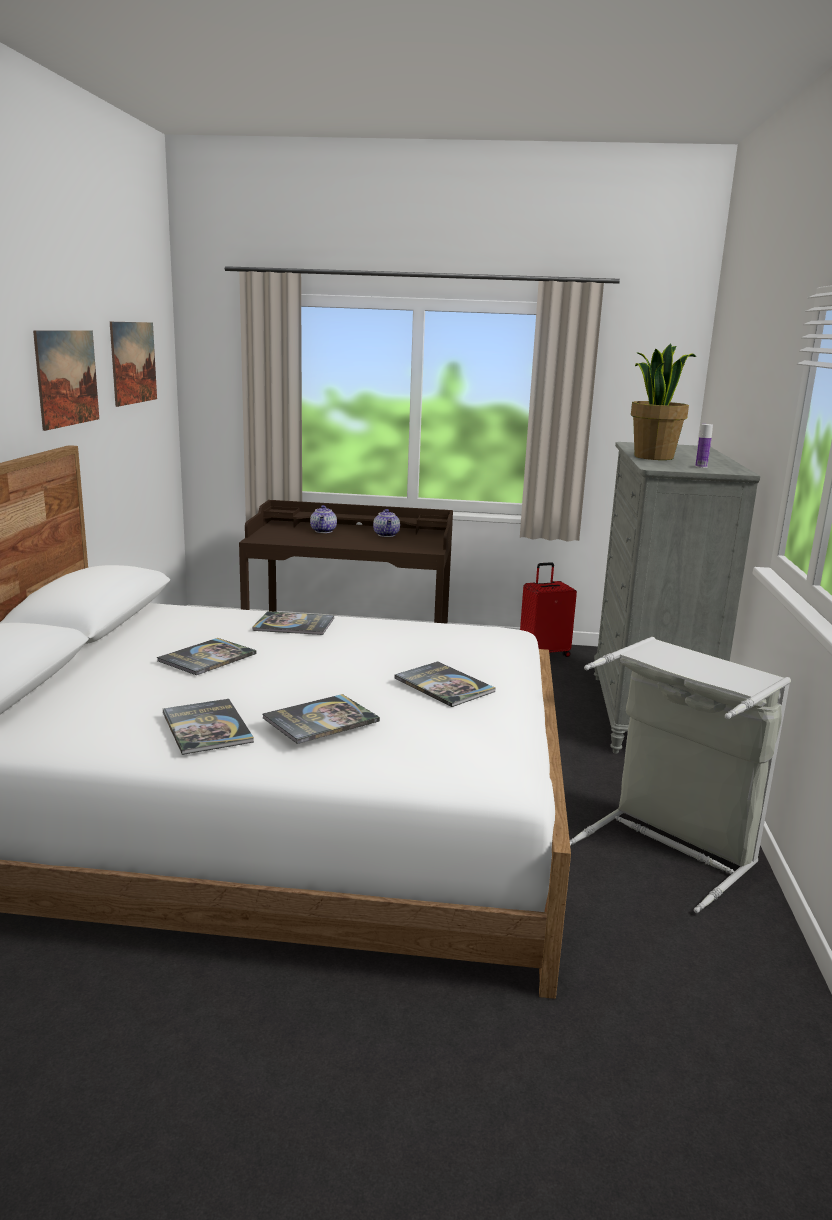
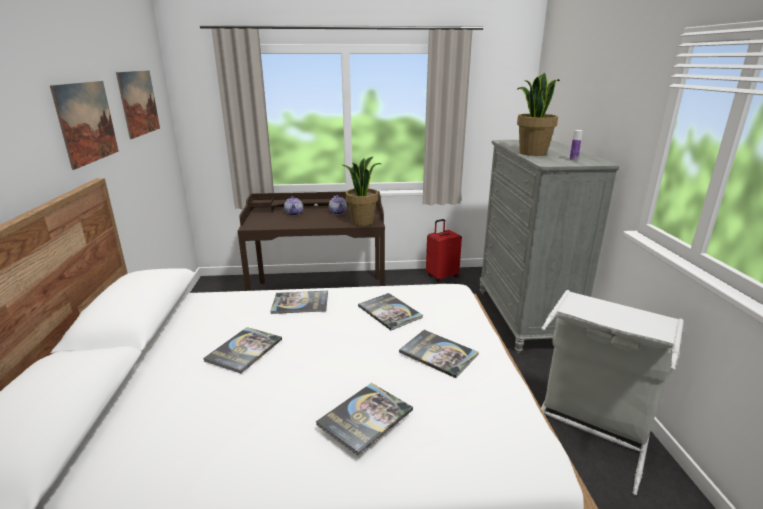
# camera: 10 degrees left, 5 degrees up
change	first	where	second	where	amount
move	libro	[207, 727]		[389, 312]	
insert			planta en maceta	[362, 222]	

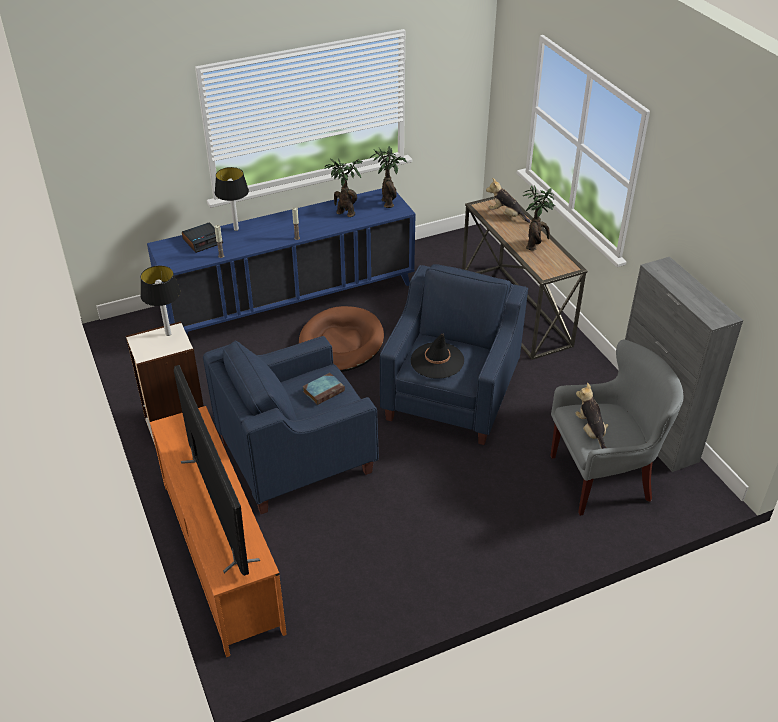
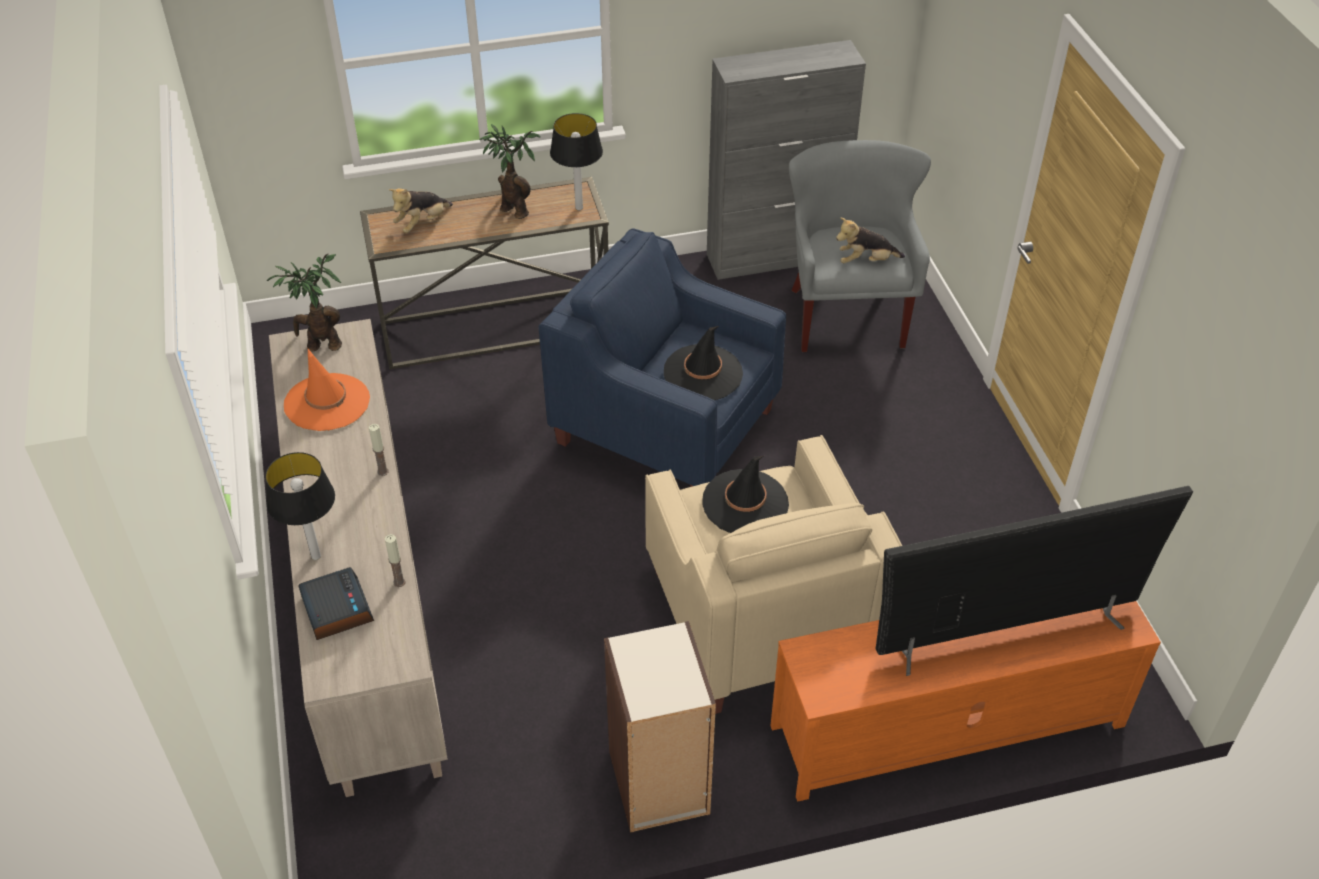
# camera: 80 degrees left, 5 degrees up
change	first	where	second	where	amount
replace	planta en maceta	[344, 212]	sombrero (naranja)	[327, 402]	
recolor	armario (azul)	[290, 301]	armario (beis)	[366, 596]	
move	lámpara de mesa	[168, 334]		[578, 208]	
delete	cama para perro (marrón)	[341, 343]			
recolor	sillón (azul)	[296, 456]	sillón (beis)	[760, 619]	
replace	libro	[324, 390]	sombrero (negro)	[745, 503]	

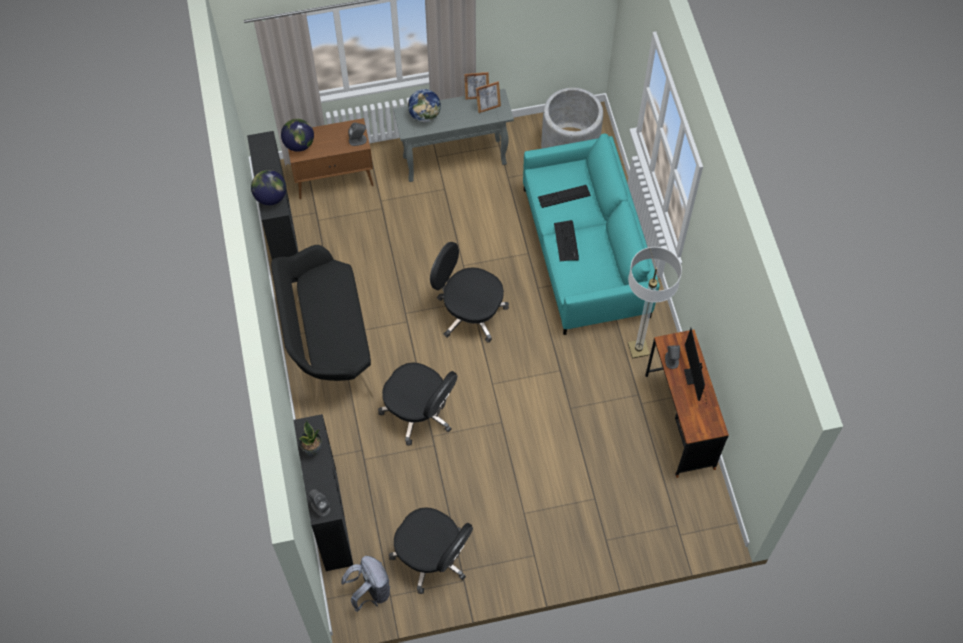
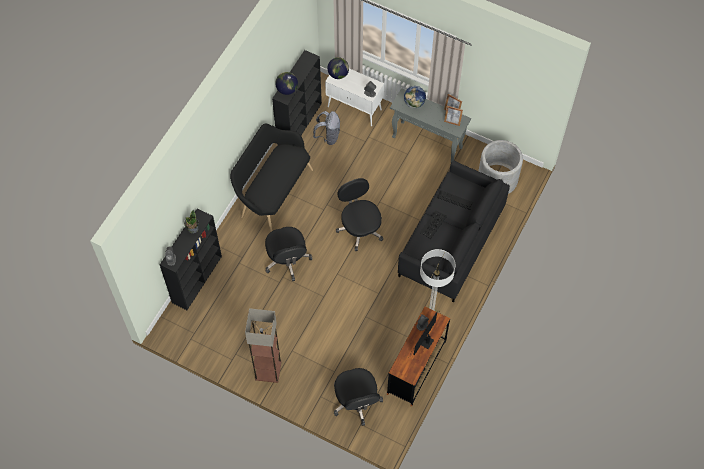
# camera: 40 degrees right, 0 degrees up
change	first	where	second	where	amount
recolor	armario (marrón)	[334, 179]	armario (blanco)	[355, 108]	
recolor	sofá (turquesa)	[585, 252]	sofá (negro)	[451, 241]	
move	silla de oficina (negro)	[432, 557]		[356, 401]	
move	mochila (gris)	[370, 591]		[328, 136]	
insert			lámpara de pie	[267, 370]	

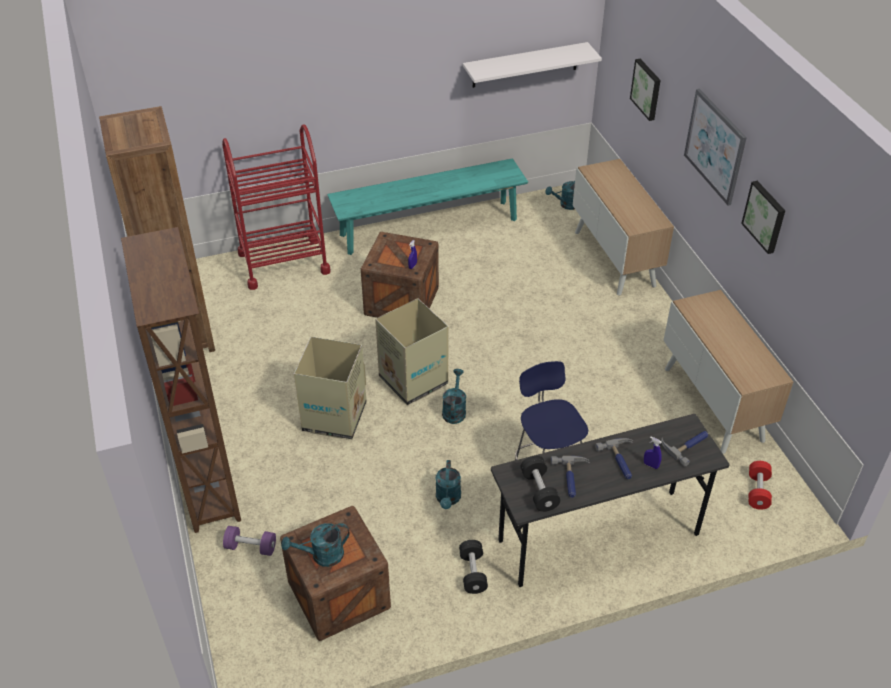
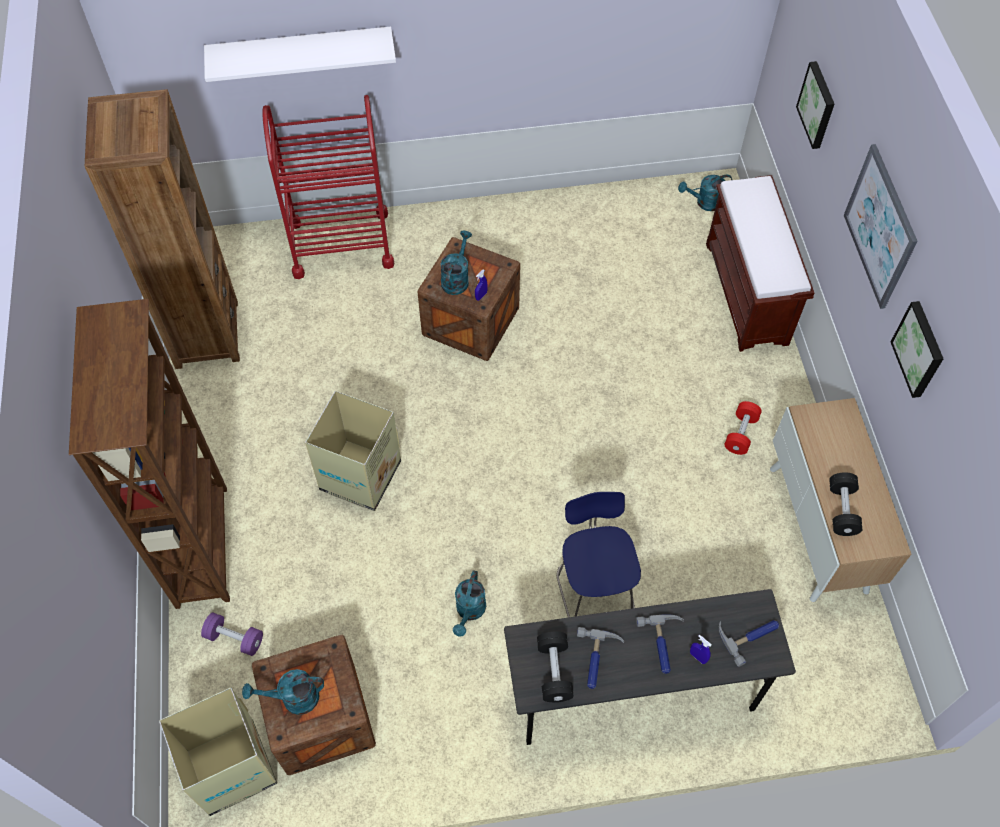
# camera: 10 degrees right, 15 degrees up
change	first	where	second	where	amount
move	estante (blanco)	[525, 65]		[301, 51]	
delete	banco (turquesa)	[429, 227]			
replace	armario	[615, 258]	banco (marrón)	[747, 294]	
move	caja de cartón	[414, 381]		[232, 769]	
move	regadera (turquesa)	[454, 410]		[456, 278]	
move	mancuerna (rojo)	[757, 491]		[740, 433]	
move	mancuerna (negro)	[473, 573]		[842, 510]	

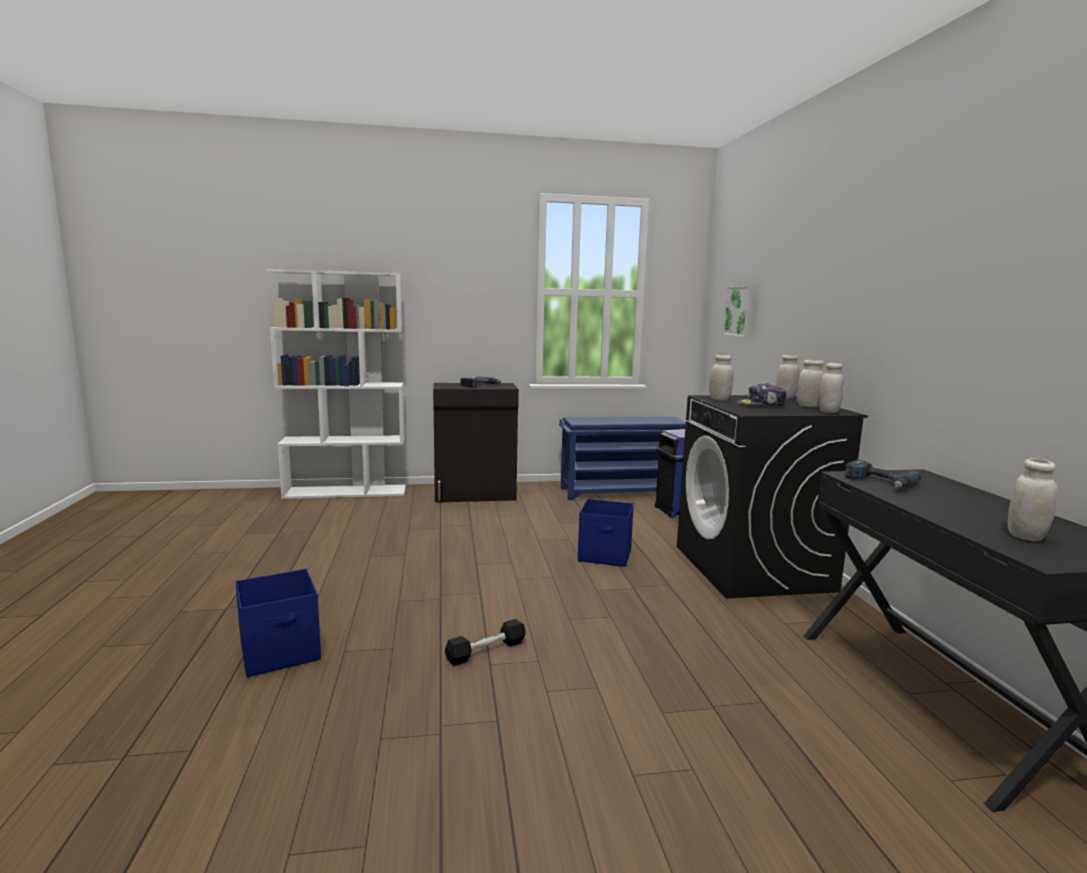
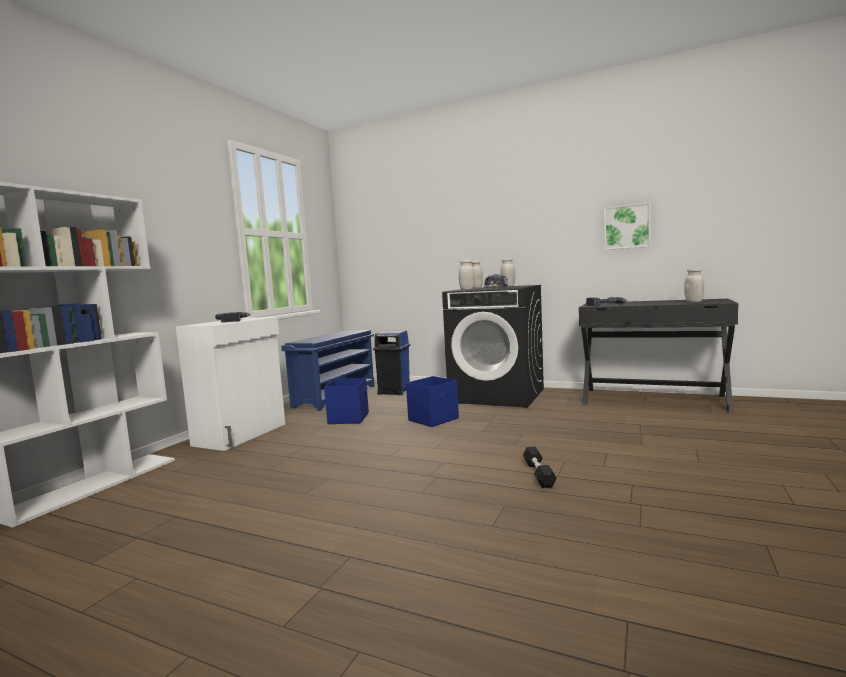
# camera: 55 degrees left, 5 degrees down
change	first	where	second	where	amount
move	cuadro	[740, 311]		[627, 226]	
delete	tarro (blanco)	[828, 411]			
recolor	armario (negro)	[475, 495]	armario (blanco)	[242, 434]	
move	caja de almacenaje (azul)	[281, 652]		[349, 418]	

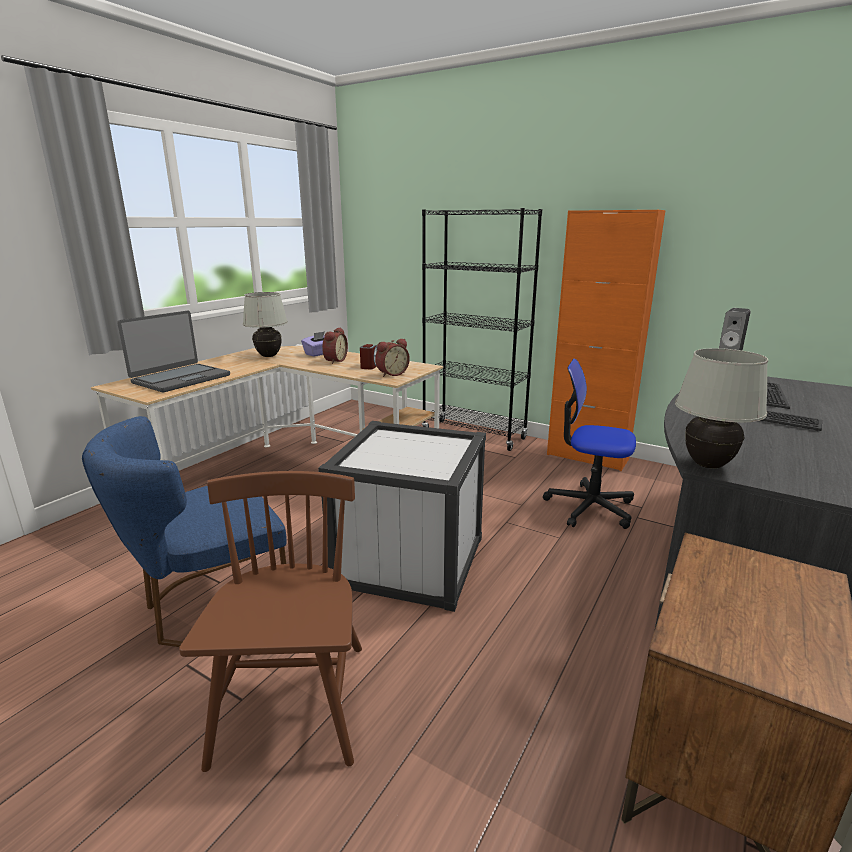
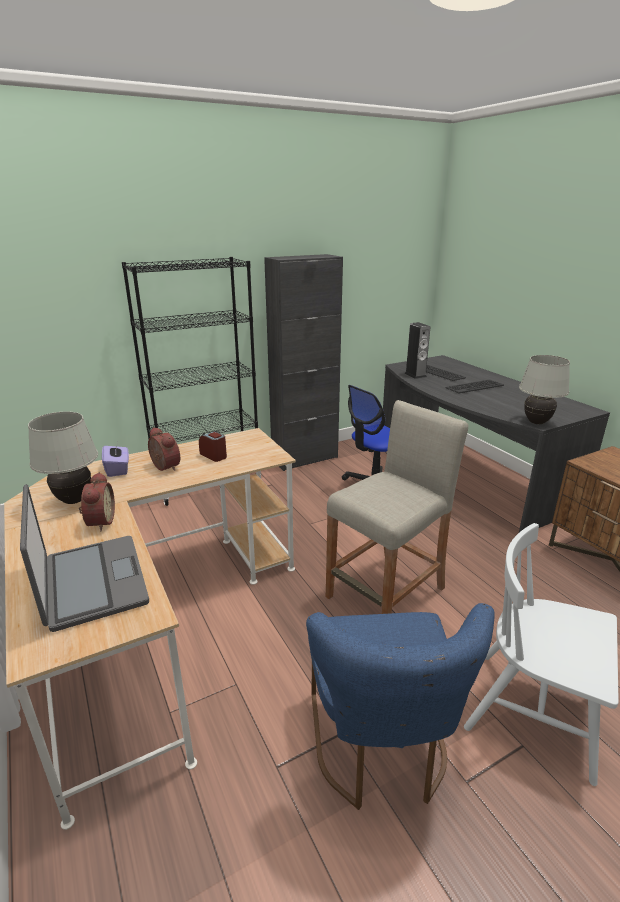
# camera: 60 degrees left, 5 degrees up
change	first	where	second	where	amount
recolor	armario (naranja)	[587, 457]	armario (negro)	[305, 458]	
move	despertador	[391, 374]		[99, 522]	
replace	caja de almacenaje (blanco)	[410, 561]	taburete (beis)	[386, 593]	
recolor	silla (marrón)	[293, 703]	silla (blanco)	[534, 712]	

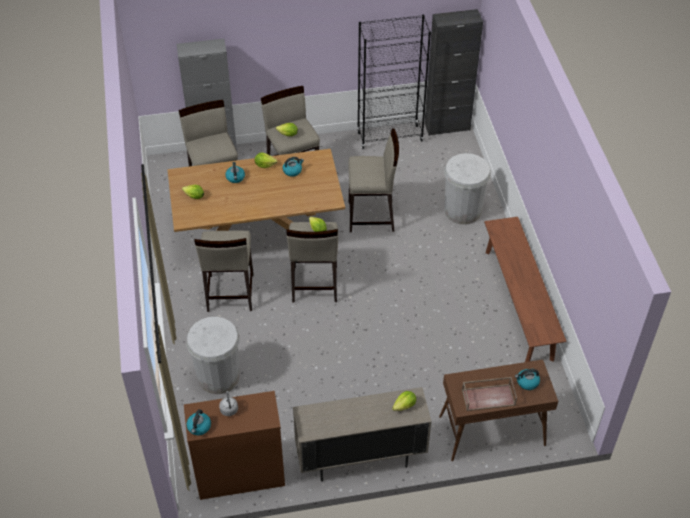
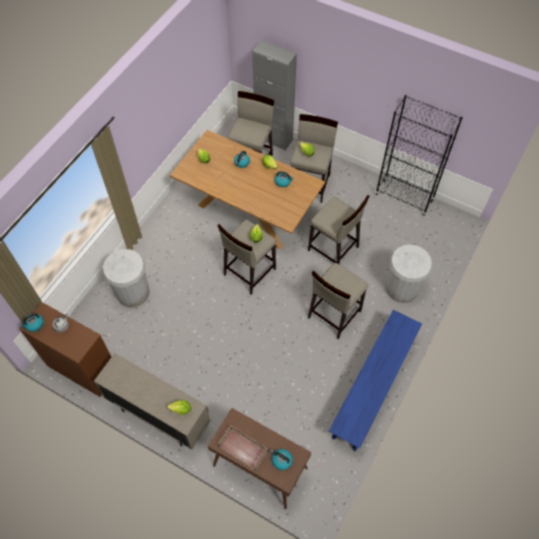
# camera: 40 degrees right, 10 degrees up
change	first	where	second	where	amount
delete	armario (negro)	[447, 126]			
recolor	banco (marrón)	[518, 304]	banco (azul)	[372, 388]	
move	taburete (beis)	[230, 293]		[333, 314]	

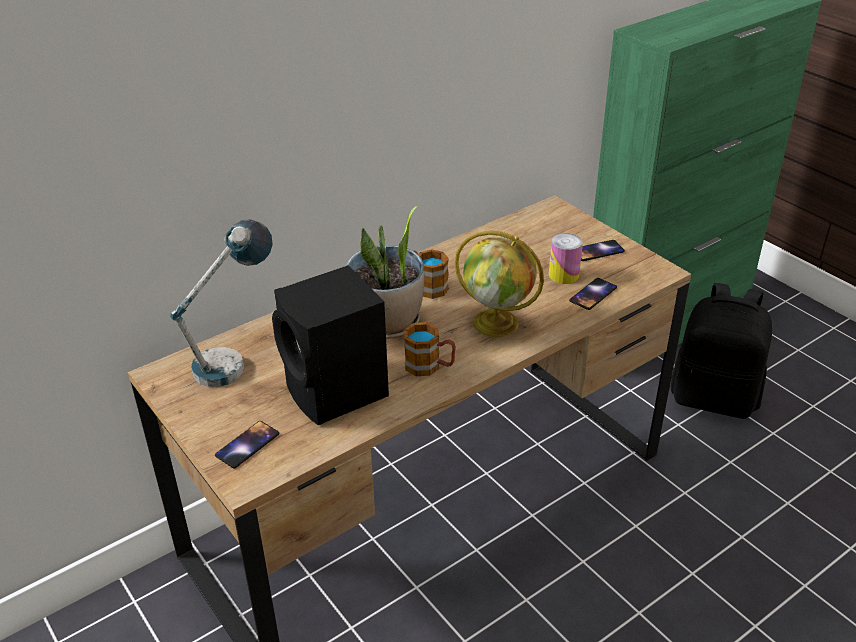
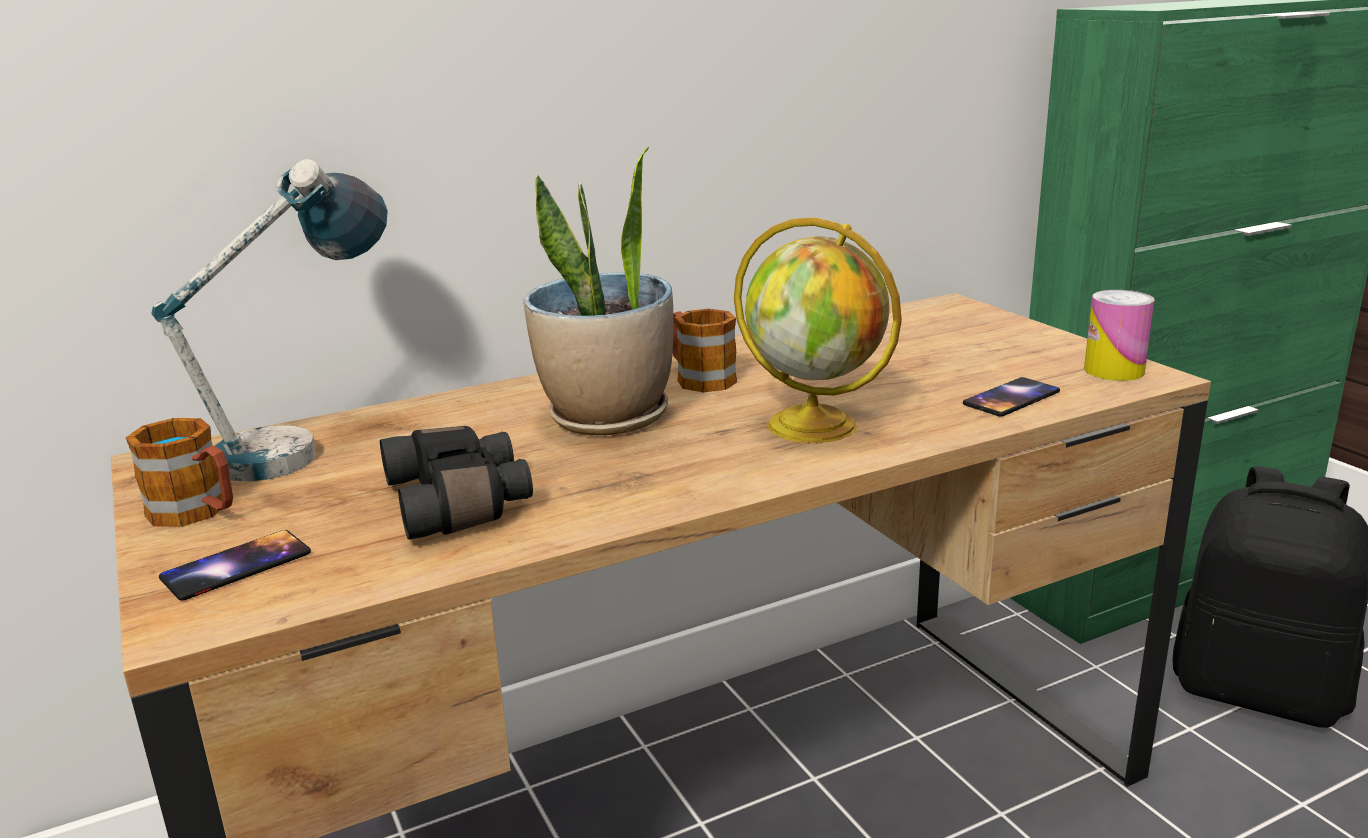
# camera: 10 degrees right, 15 degrees down
change	first	where	second	where	amount
move	lata	[563, 275]		[1114, 370]	
delete	móvil	[598, 251]			
replace	altavoz (negro)	[337, 393]	prismáticos (negro)	[462, 502]	
move	taza grande	[429, 366]		[197, 513]	

